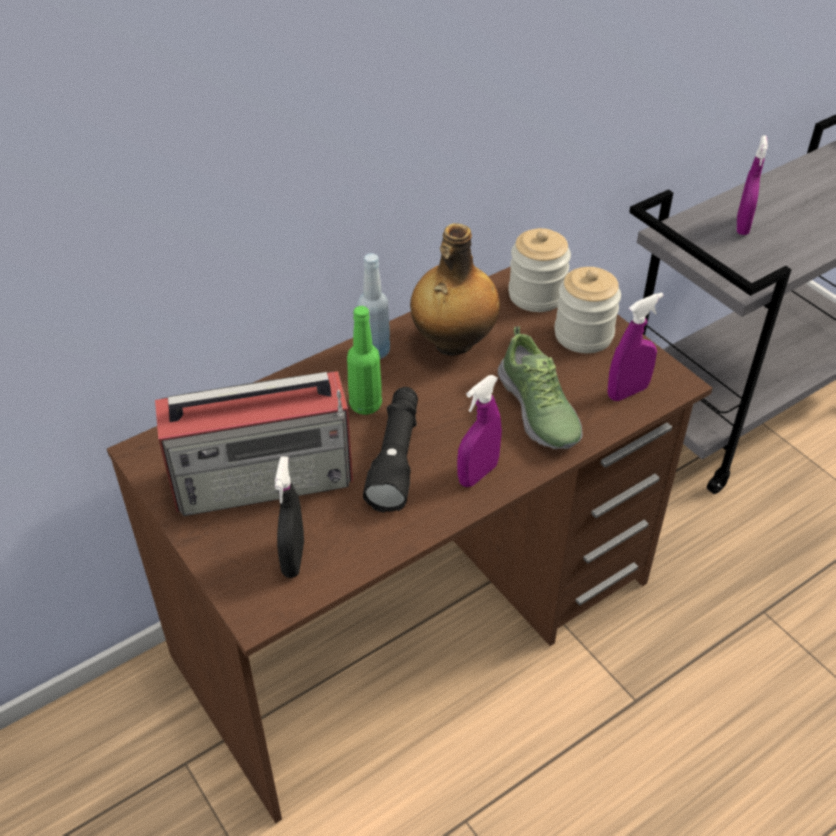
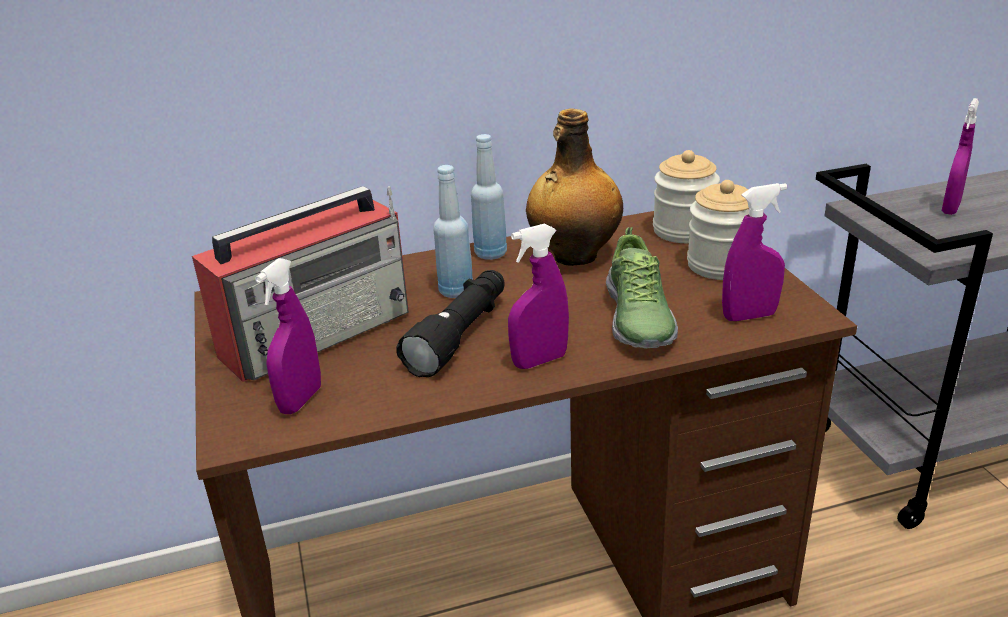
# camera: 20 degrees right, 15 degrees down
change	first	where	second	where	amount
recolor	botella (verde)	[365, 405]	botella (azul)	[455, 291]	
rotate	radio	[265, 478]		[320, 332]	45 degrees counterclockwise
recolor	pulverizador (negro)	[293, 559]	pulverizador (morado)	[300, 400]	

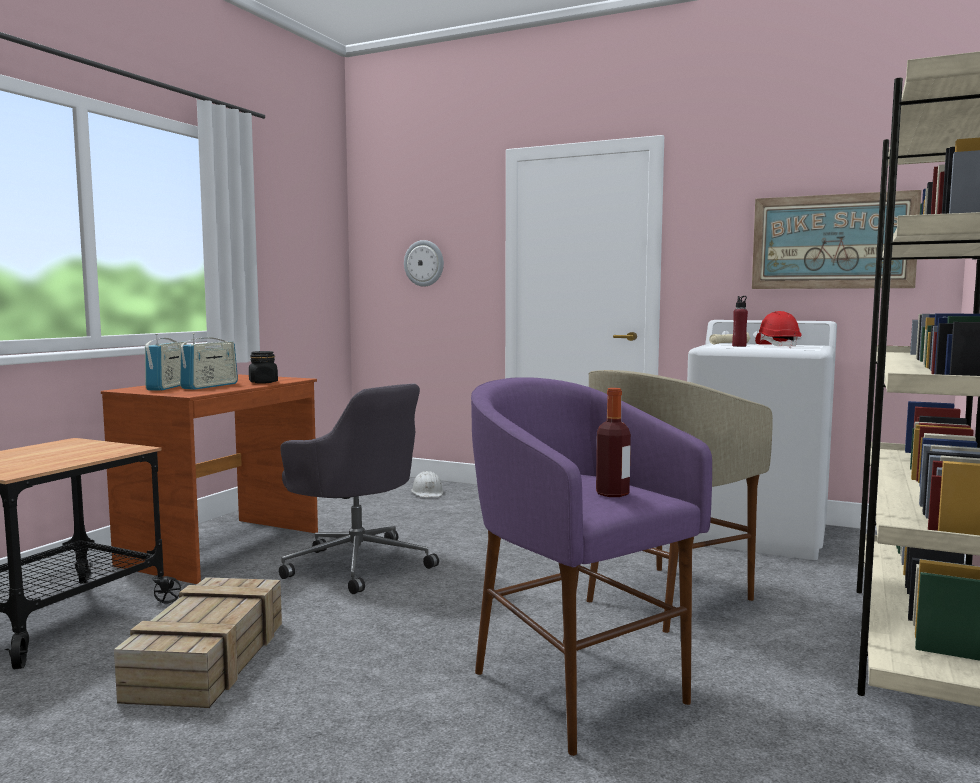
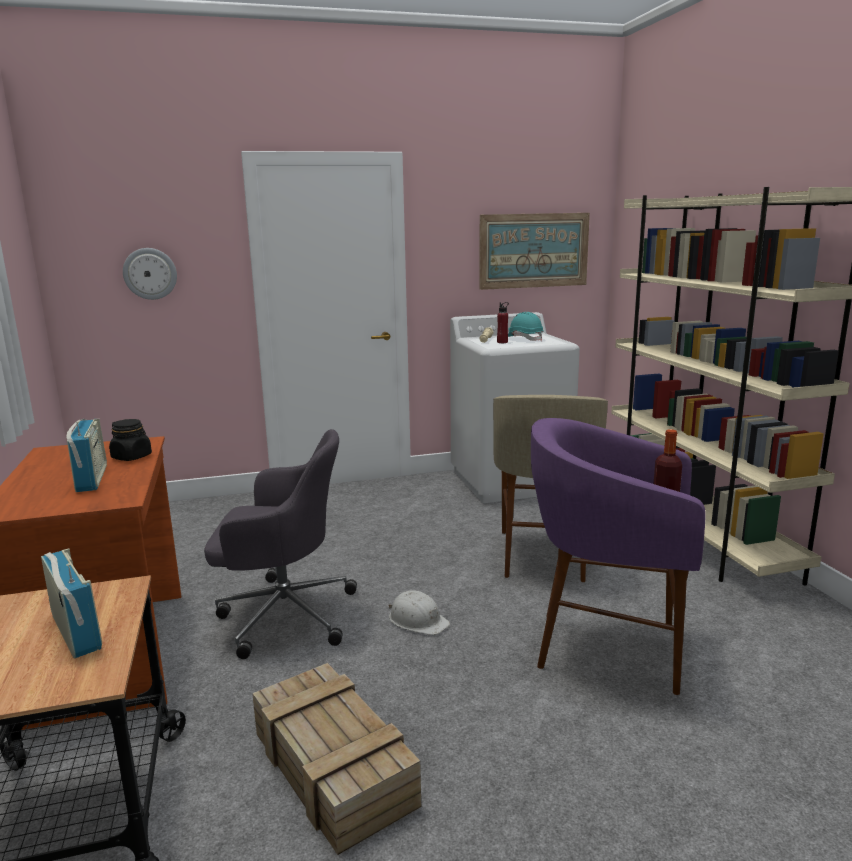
# camera: 40 degrees left, 10 degrees up
change	first	where	second	where	amount
recolor	casco (rojo)	[777, 346]	casco (turquesa)	[524, 339]	
move	radio	[168, 387]		[76, 632]	
move	casco (blanco)	[428, 492]		[418, 620]	

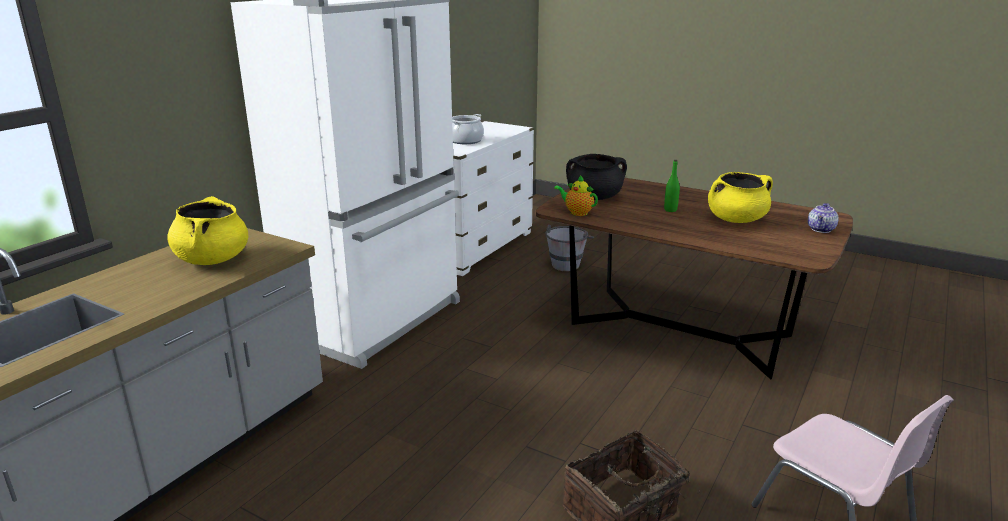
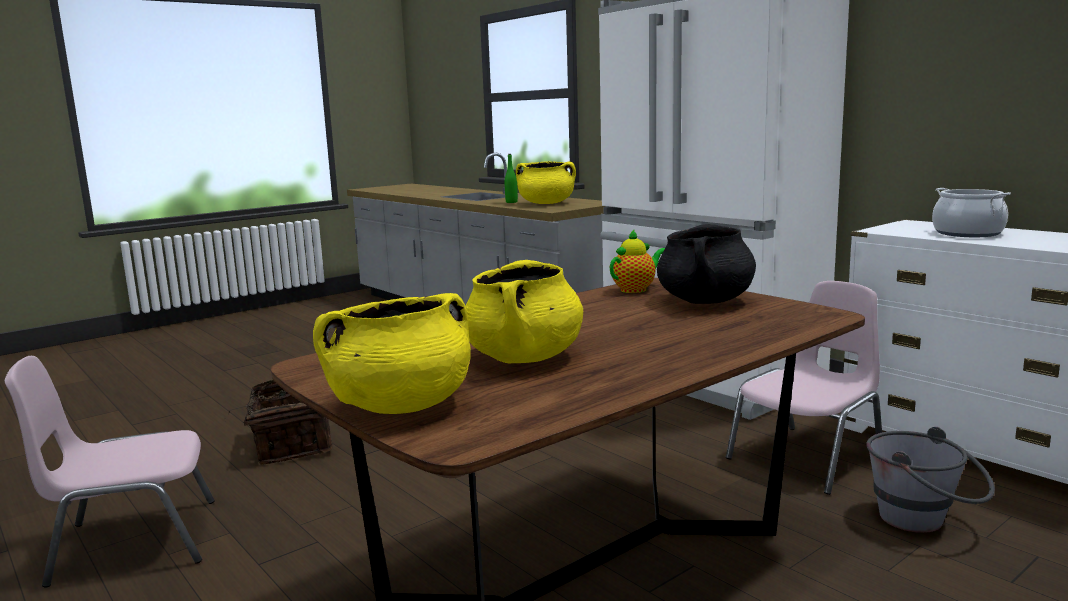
# camera: 110 degrees right, 10 degrees down
change	first	where	second	where	amount
move	botella (verde)	[670, 210]		[511, 202]	
replace	tetera	[821, 230]	olla (amarillo)	[401, 406]	
insert			silla (rosa)	[808, 457]	

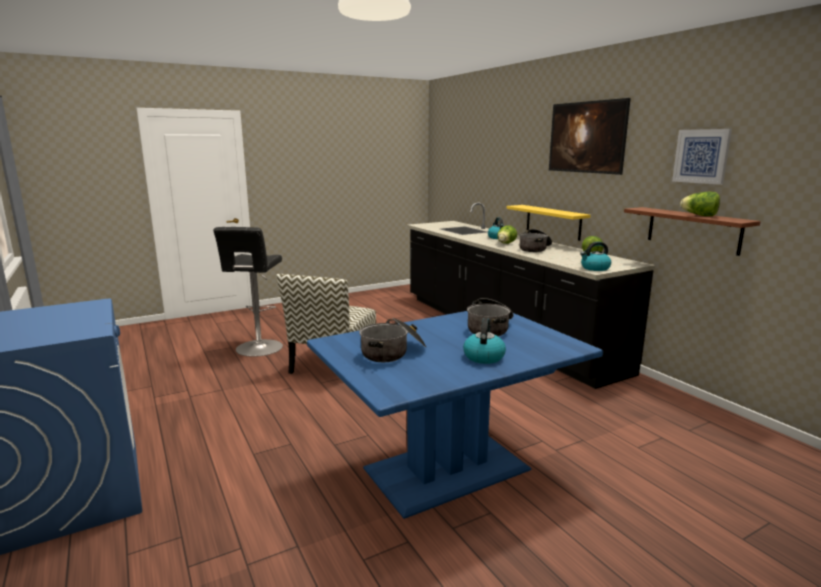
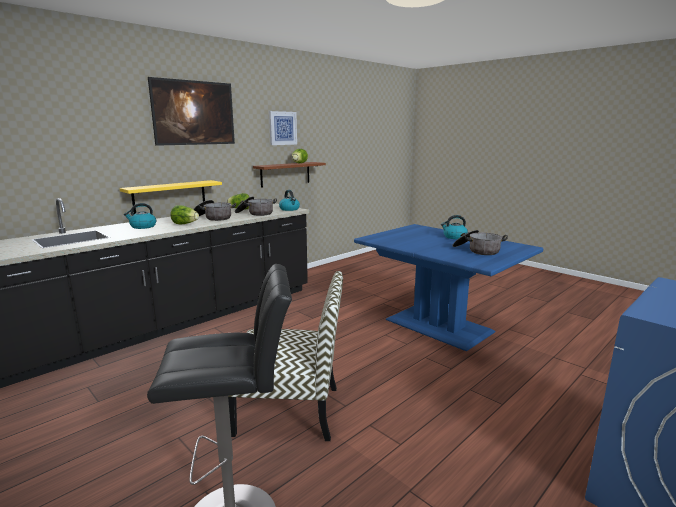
# camera: 105 degrees left, 0 degrees up
change	first	where	second	where	amount
move	olla	[490, 328]		[255, 213]	

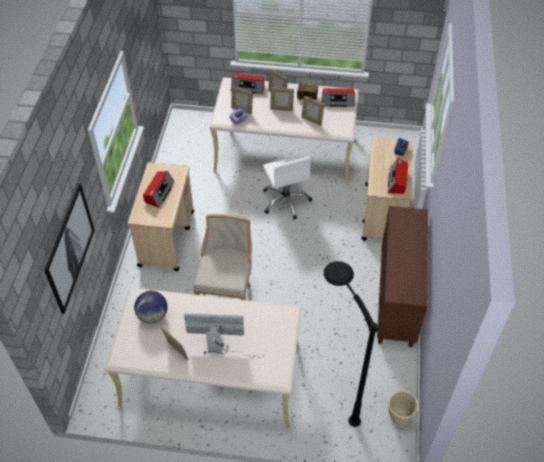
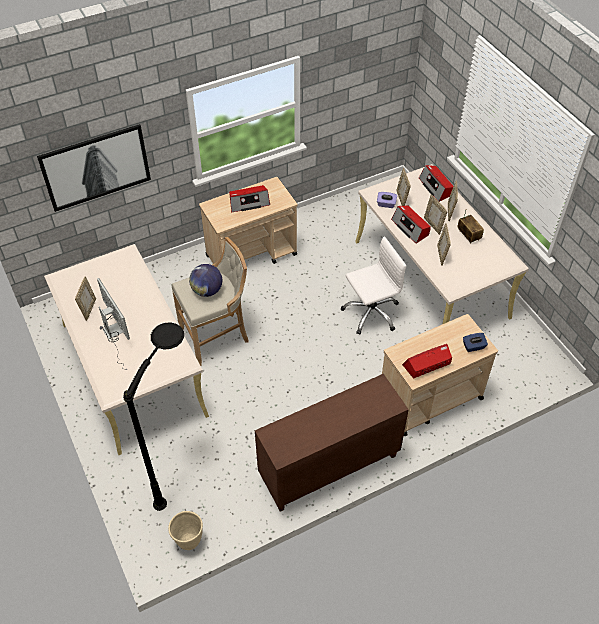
# camera: 55 degrees right, 0 degrees up
change	first	where	second	where	amount
move	radio	[337, 101]		[410, 228]	
rotate	silla de oficina (blanco)	[286, 201]		[371, 313]	150 degrees counterclockwise
move	globo terráqueo	[153, 315]		[207, 291]	

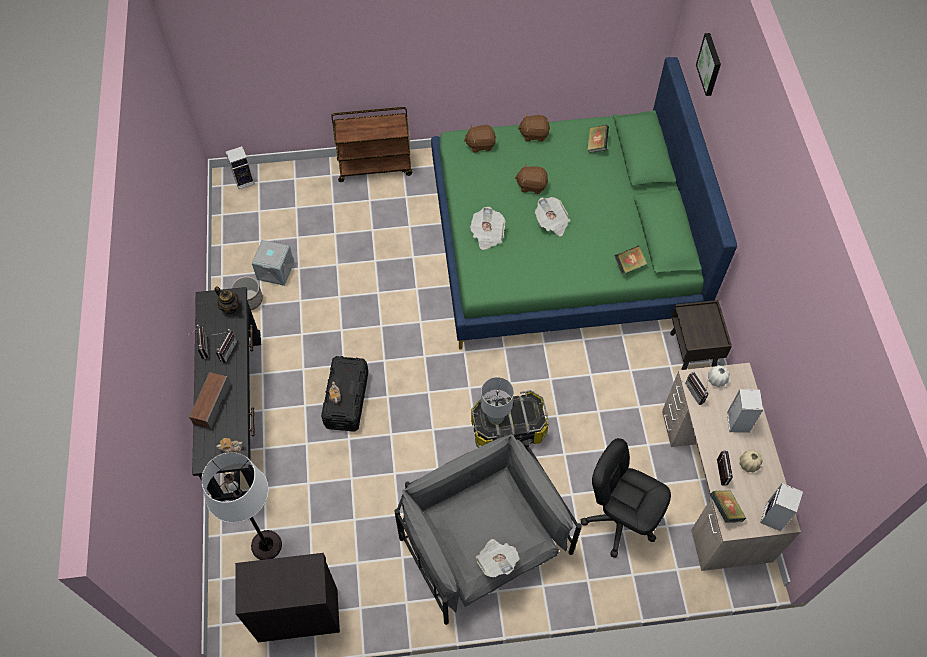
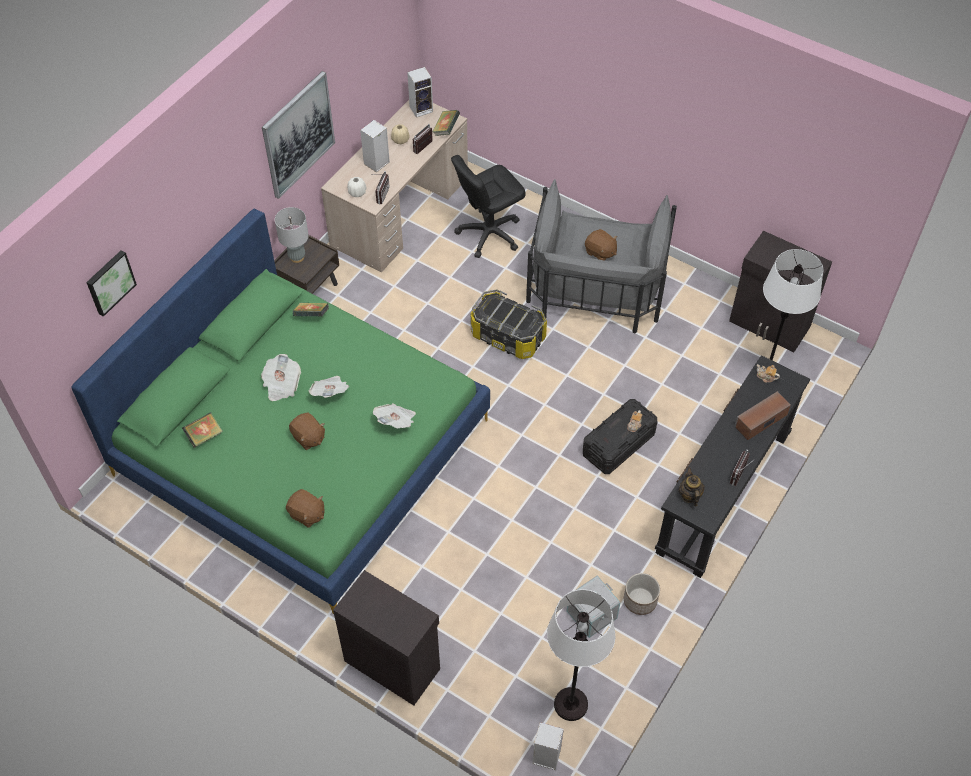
# camera: 140 degrees left, 5 degrees down
change	first	where	second	where	amount
replace	carrito (marrón)	[375, 167]	armario (negro)	[392, 663]	
move	peluche (marrón)	[534, 134]		[600, 252]	
delete	radio	[225, 350]			
move	lámpara de mesa (gris)	[495, 417]		[297, 257]	
rotate	silla de oficina (negro)	[619, 520]		[489, 233]	75 degrees clockwise
move	periódico	[496, 560]		[281, 385]	
insert			cuadro	[298, 134]	
insert			lámpara de pie (blanco)	[570, 704]	

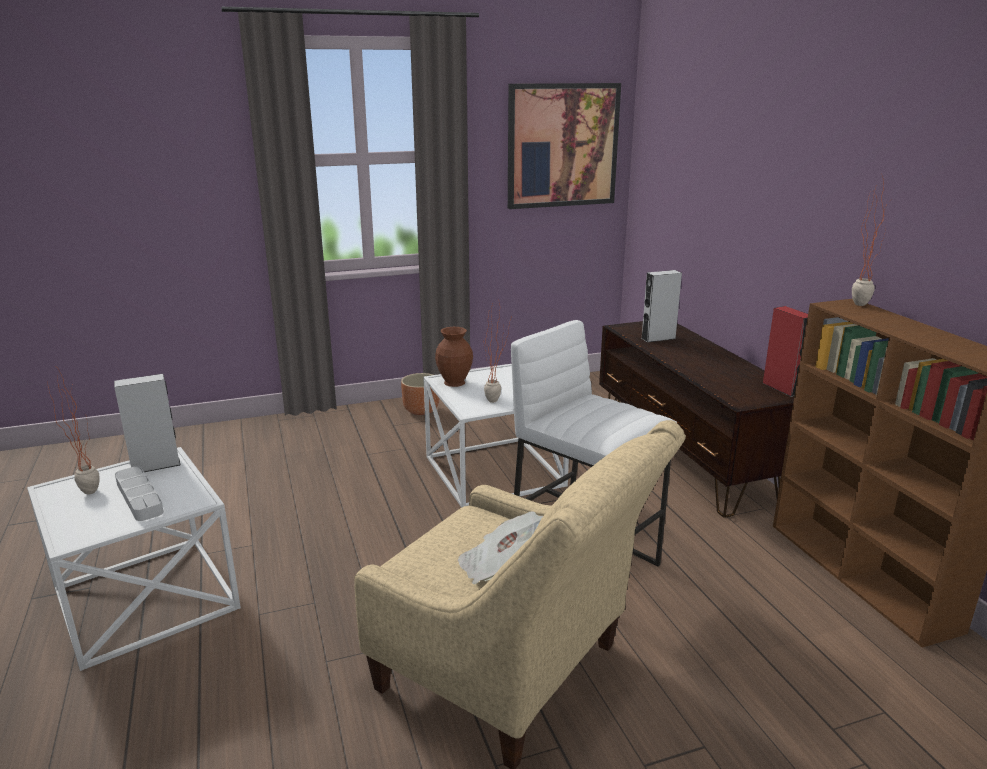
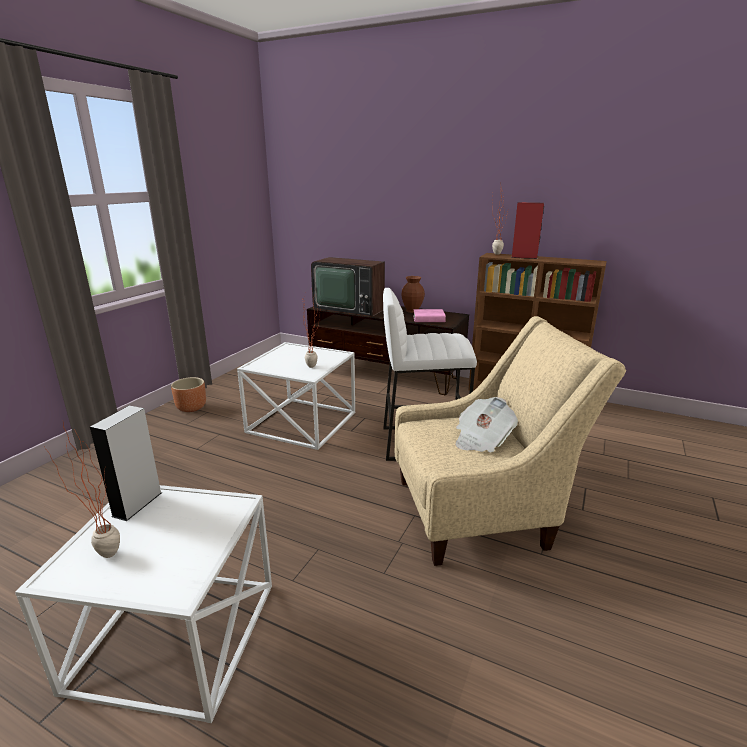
# camera: 45 degrees left, 0 degrees up
change	first	where	second	where	amount
delete	cuadro	[562, 146]			
replace	altavoz (gris)	[658, 338]	televisor	[350, 307]	
move	altavoz (rojo)	[781, 388]		[524, 257]	
move	florero (marrón)	[453, 382]		[412, 311]	
delete	bandeja (gris)	[139, 497]			
insert			libro (rosa)	[428, 319]	

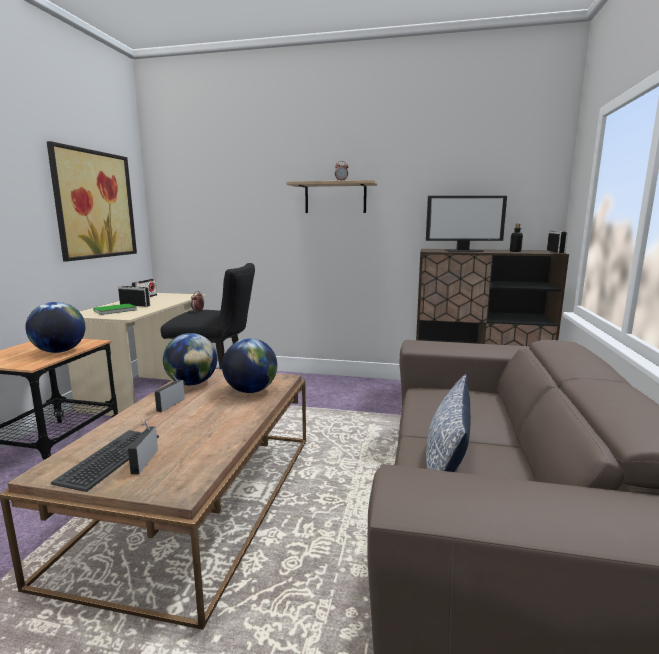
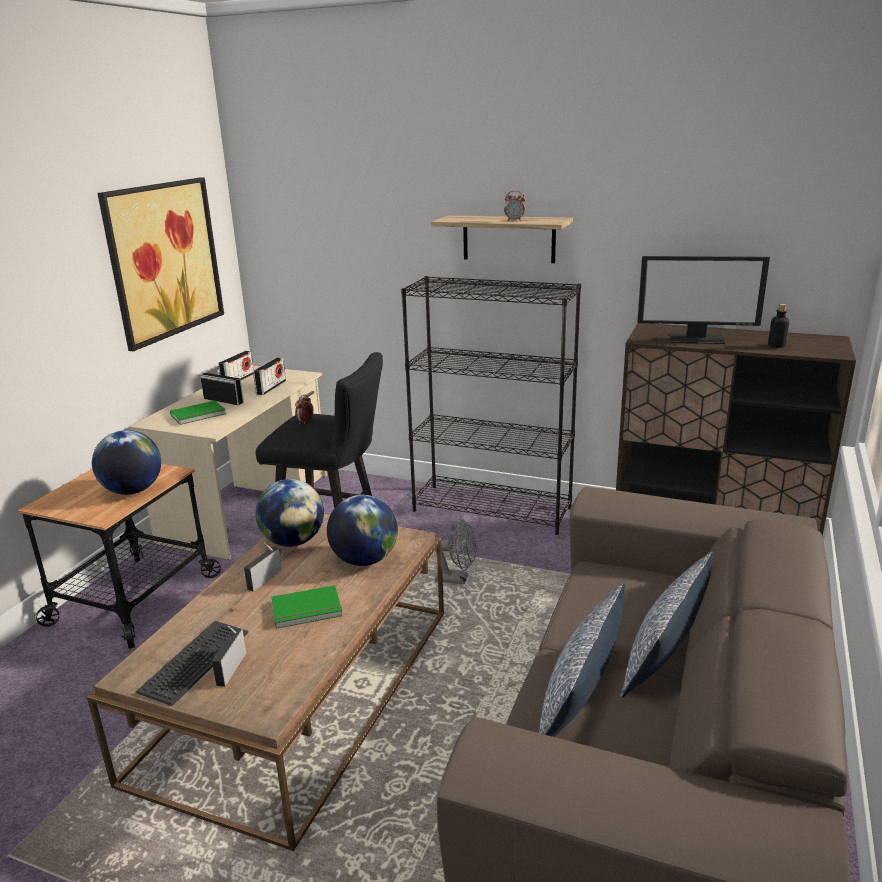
# camera: 10 degrees right, 10 degrees up
change	first	where	second	where	amount
move	radio	[555, 252]		[271, 387]	
insert			estantería (negro)	[493, 509]	
insert			ventilador (gris)	[457, 579]	
insert			cojín	[665, 650]	
insert			libro (verde)	[307, 610]	

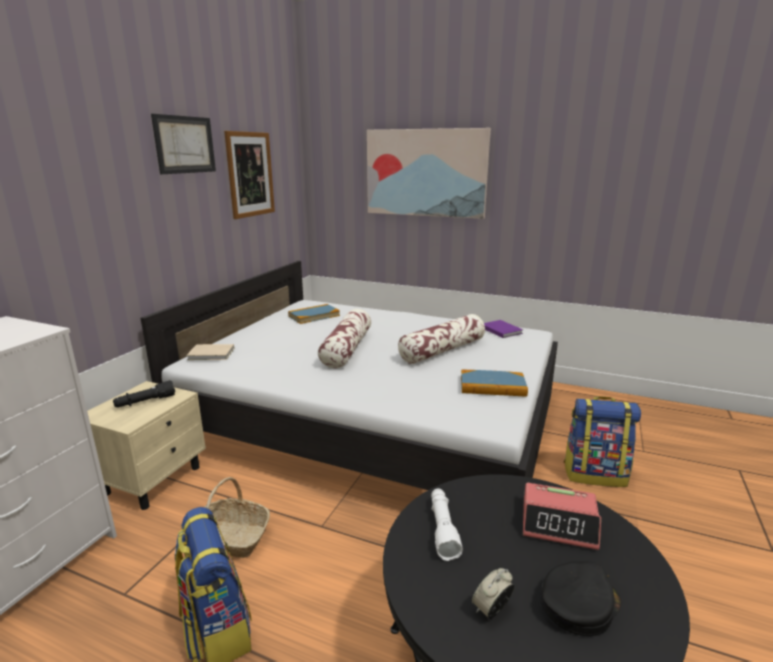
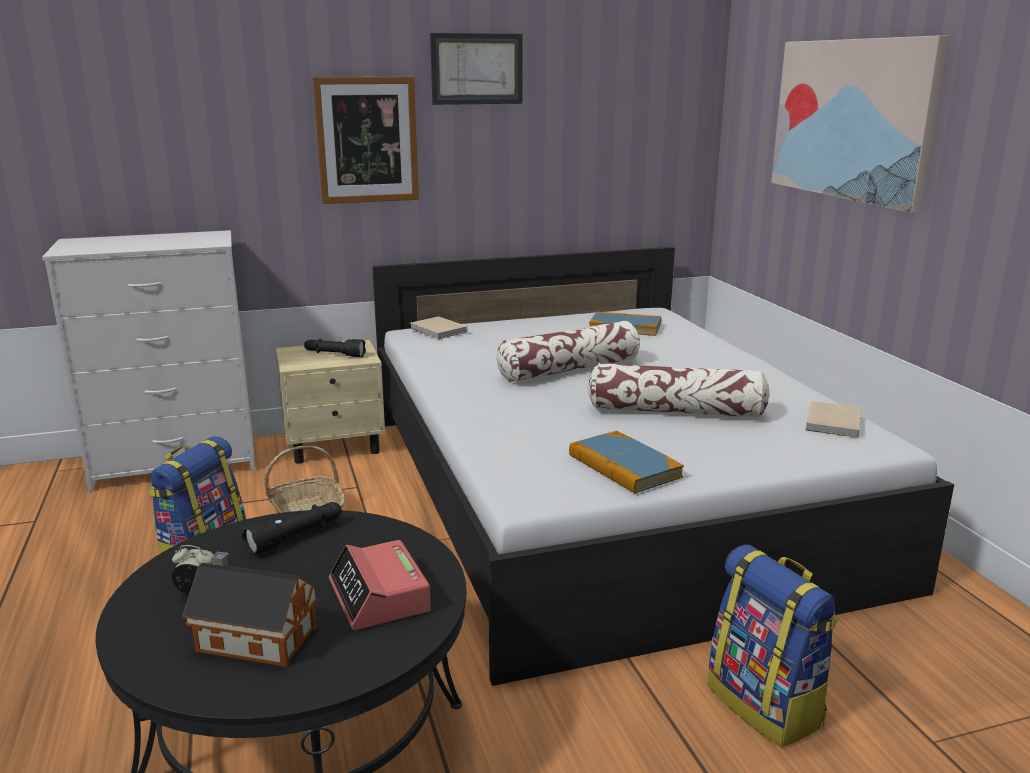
# camera: 50 degrees right, 0 degrees up
change	first	where	second	where	amount
move	cuadro	[250, 174]		[367, 140]	
recolor	libro (morado)	[501, 330]	libro (beis)	[834, 421]	
recolor	linterna (blanco)	[442, 529]	linterna (negro)	[296, 537]	
replace	gorra (negro)	[578, 602]	casita	[253, 637]	

